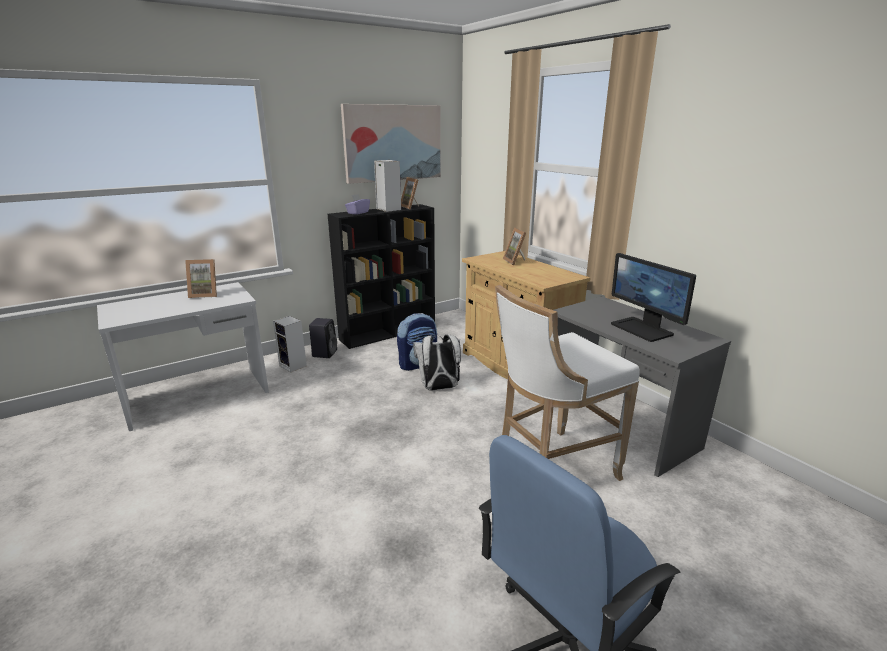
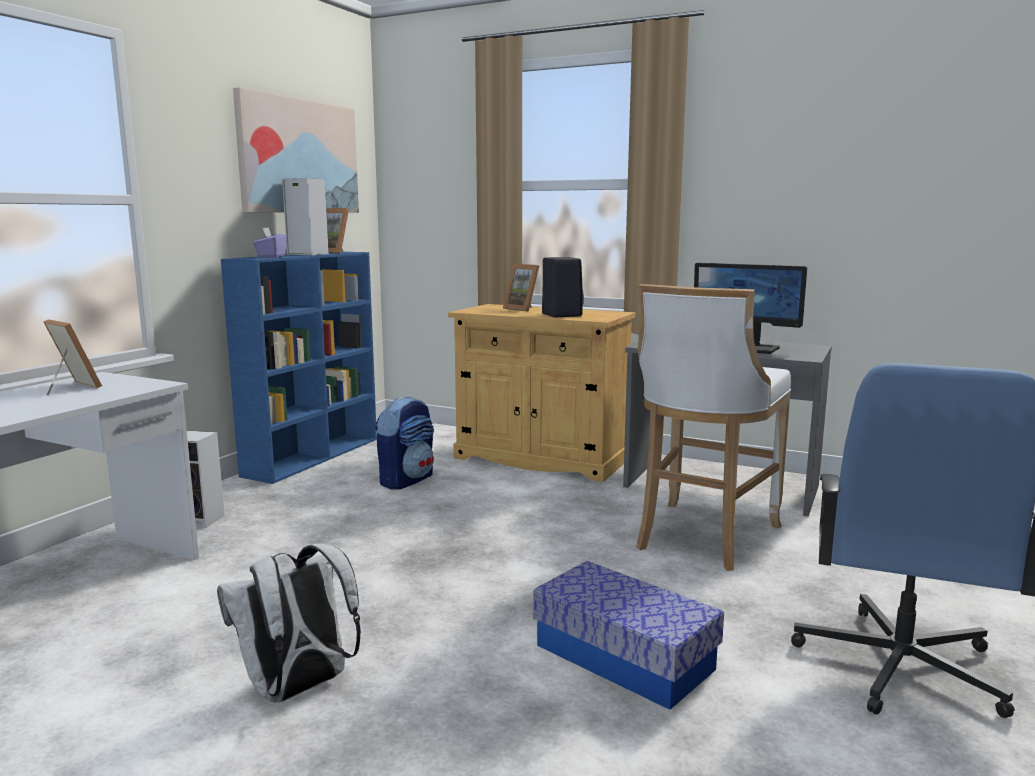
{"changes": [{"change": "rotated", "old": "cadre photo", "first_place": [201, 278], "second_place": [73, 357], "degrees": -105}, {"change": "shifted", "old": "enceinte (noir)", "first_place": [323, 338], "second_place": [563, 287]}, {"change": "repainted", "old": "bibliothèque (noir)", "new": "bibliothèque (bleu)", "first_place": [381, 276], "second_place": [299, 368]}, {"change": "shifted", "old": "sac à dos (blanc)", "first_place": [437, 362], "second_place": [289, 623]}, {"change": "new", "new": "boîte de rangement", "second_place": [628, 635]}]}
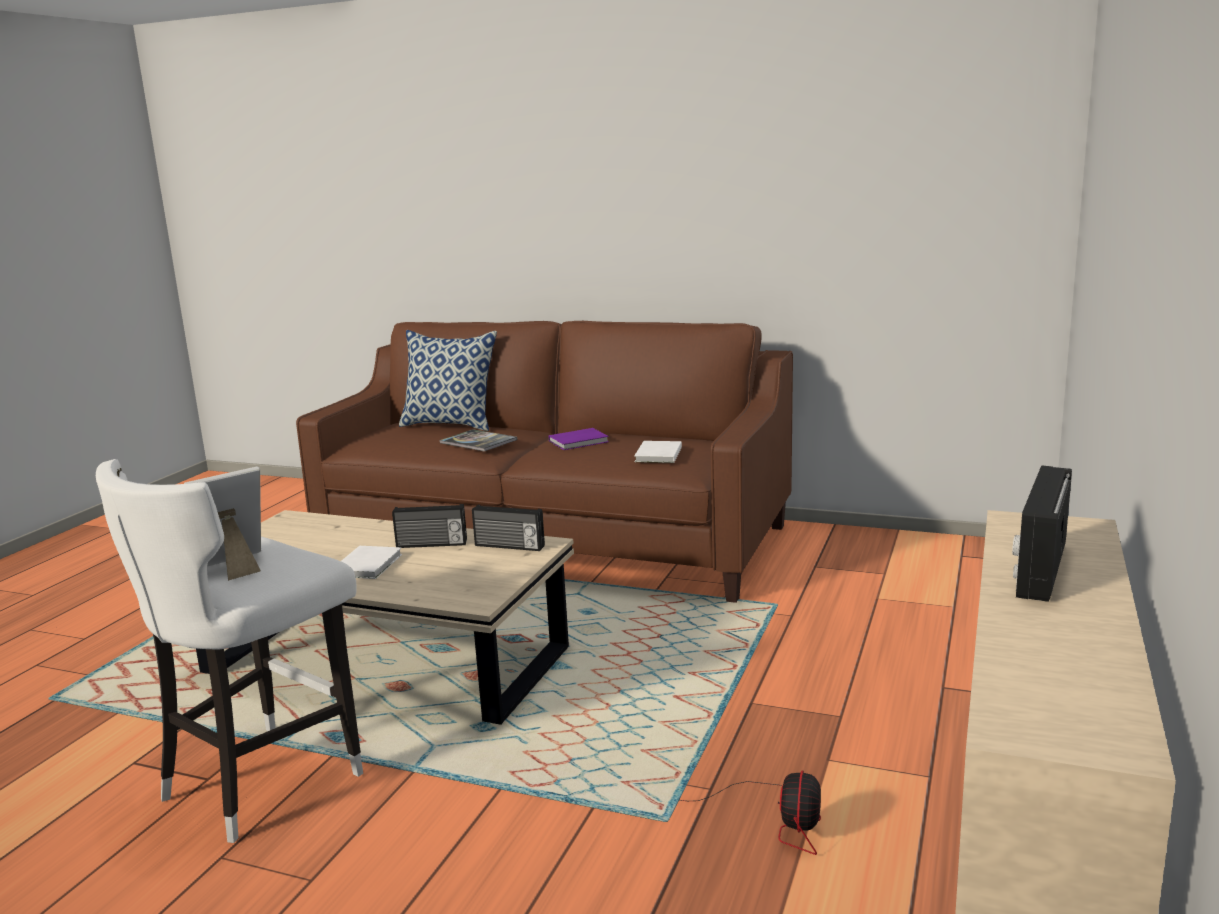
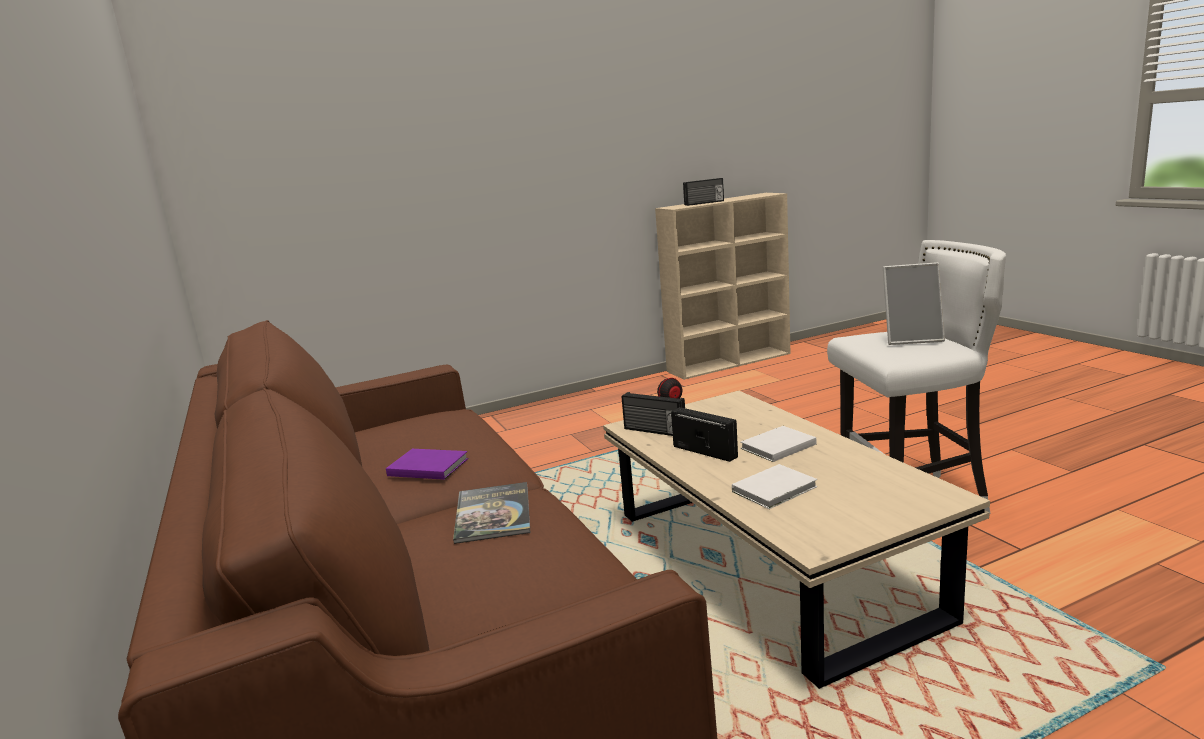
{"changes": [{"change": "gone", "old": "coussin", "first_place": [448, 380]}, {"change": "rotated", "old": "radio", "first_place": [508, 528], "second_place": [653, 414], "degrees": 150}, {"change": "shifted", "old": "livre (blanc)", "first_place": [658, 452], "second_place": [774, 486]}]}
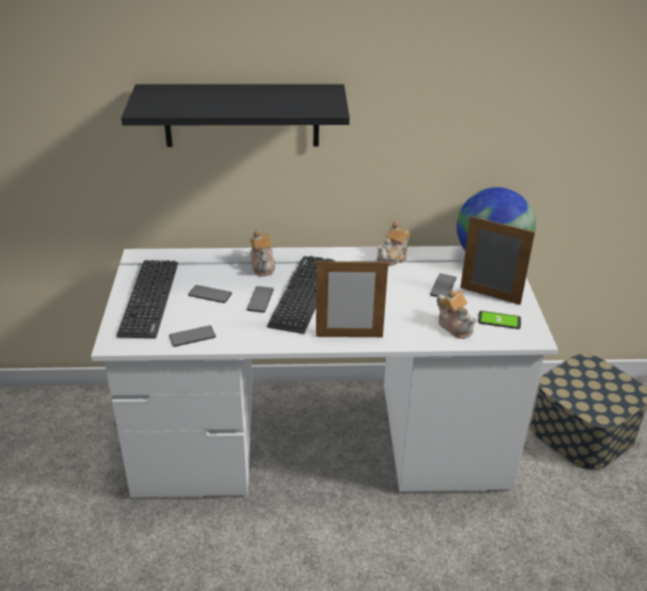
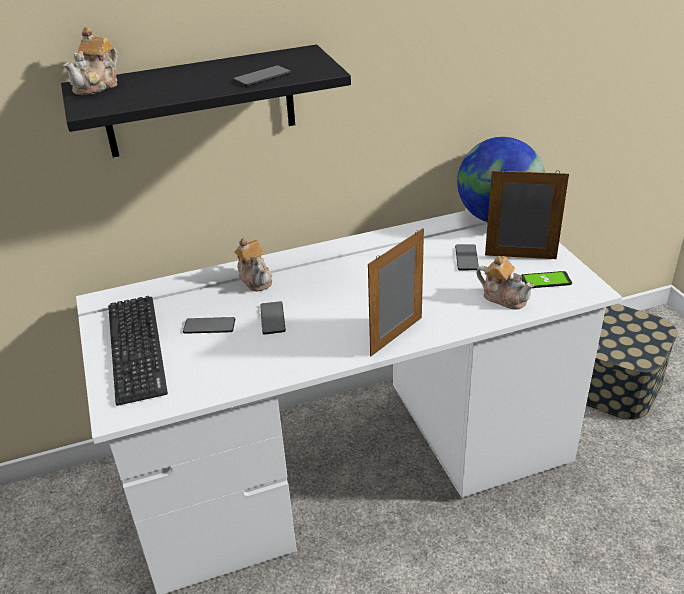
{"changes": [{"change": "shifted", "old": "téléphone", "first_place": [192, 336], "second_place": [262, 76]}, {"change": "gone", "old": "clavier", "first_place": [301, 295]}, {"change": "rotated", "old": "cadre photo", "first_place": [352, 298], "second_place": [396, 292], "degrees": 150}, {"change": "shifted", "old": "théière", "first_place": [393, 244], "second_place": [90, 61]}]}
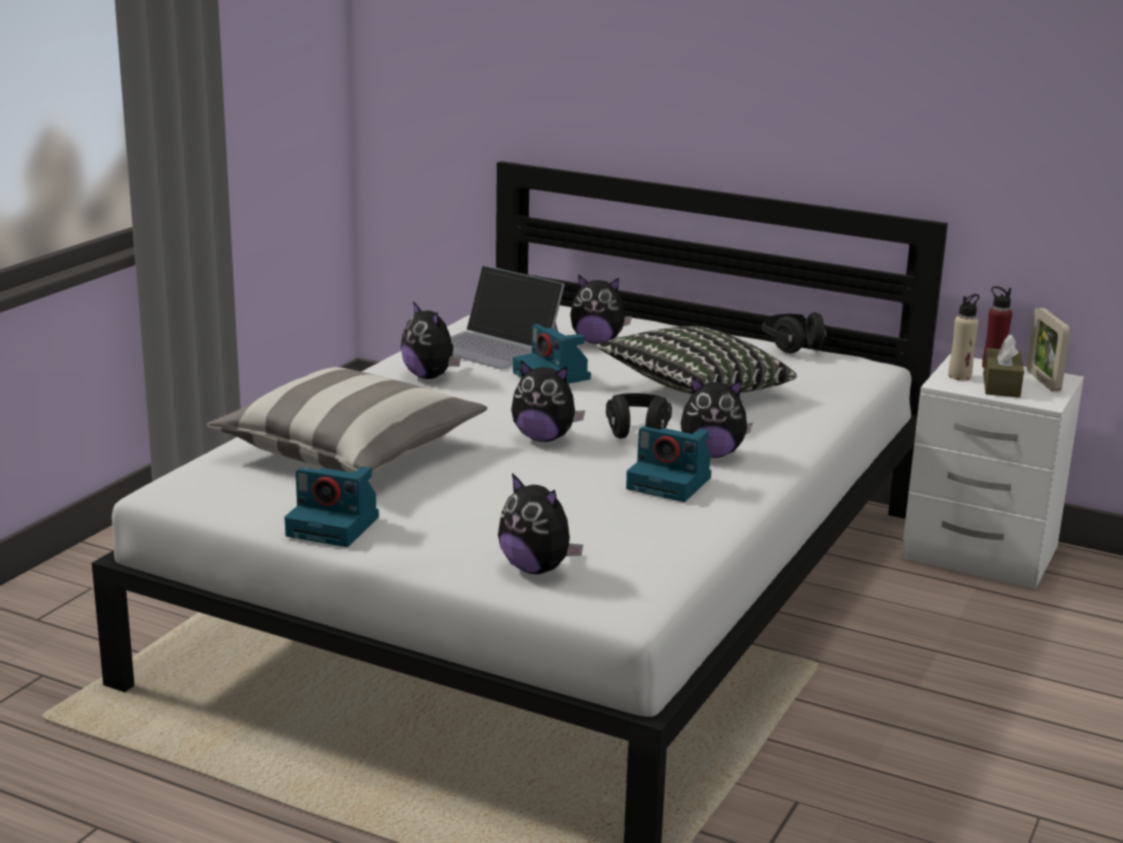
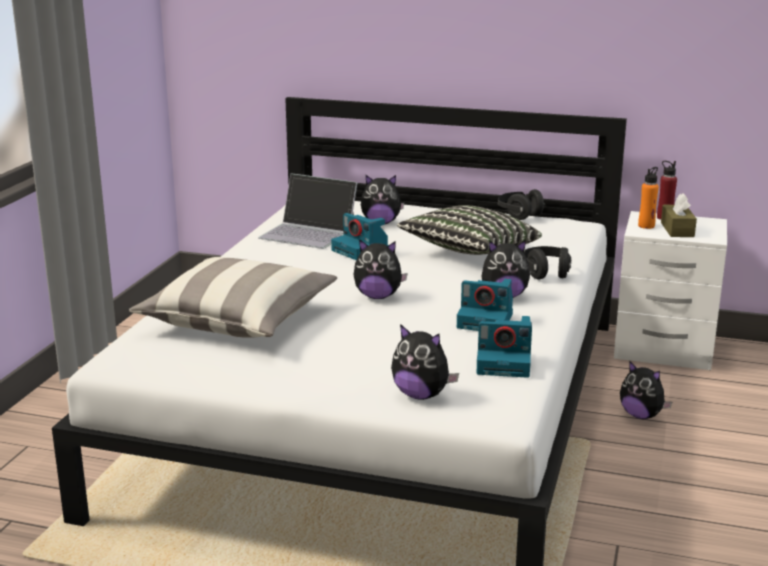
{"changes": [{"change": "shifted", "old": "appareil photo", "first_place": [331, 506], "second_place": [504, 347]}, {"change": "shifted", "old": "peluche", "first_place": [431, 340], "second_place": [646, 390]}, {"change": "shifted", "old": "casque audio (noir)", "first_place": [639, 416], "second_place": [547, 263]}, {"change": "repainted", "old": "bouteille (beige)", "new": "bouteille (orange)", "first_place": [964, 337], "second_place": [648, 198]}, {"change": "gone", "old": "cadre photo", "first_place": [1048, 350]}]}
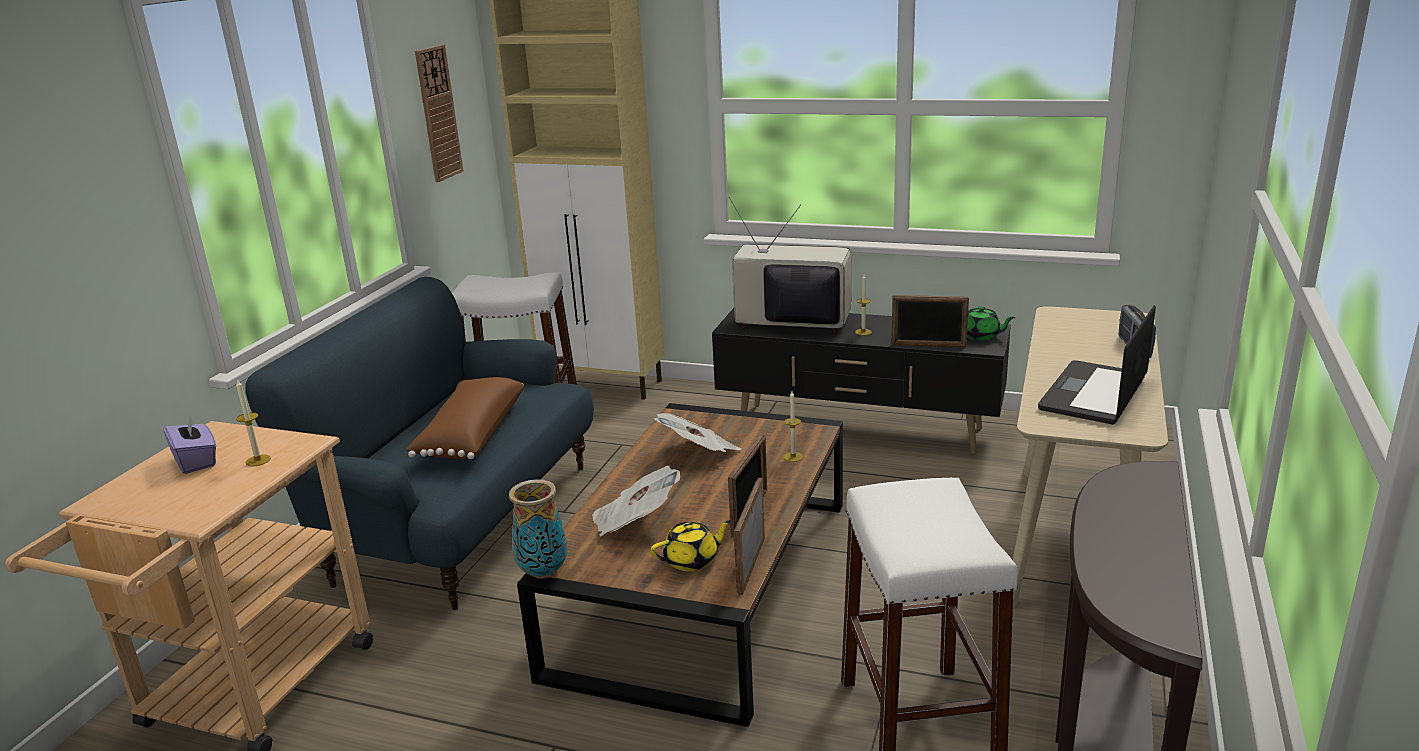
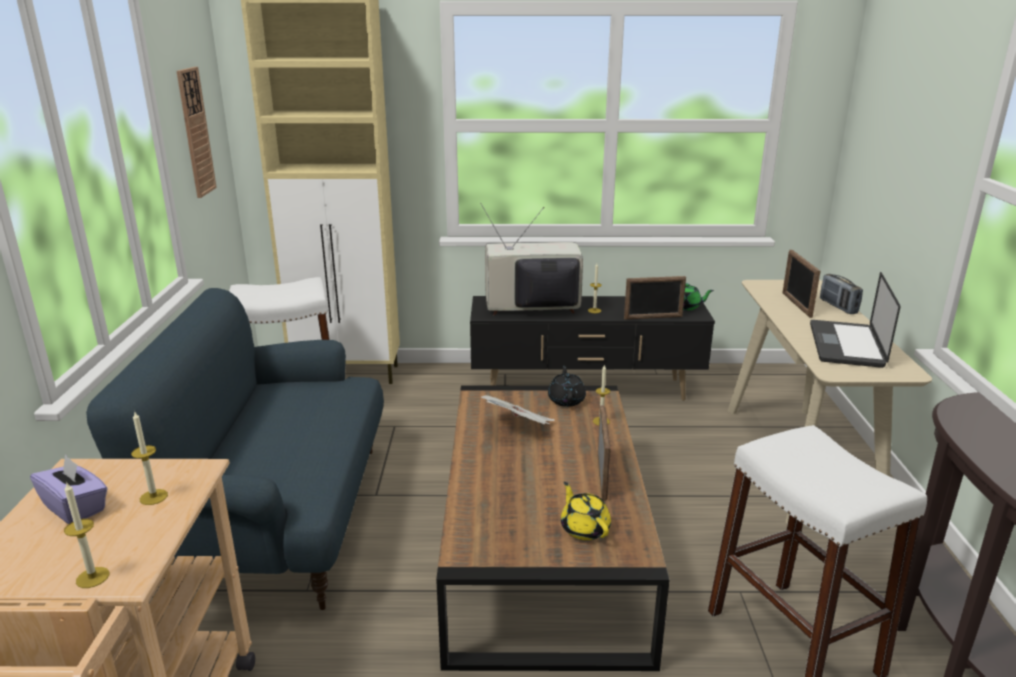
{"changes": [{"change": "gone", "old": "coussin (marron)", "first_place": [465, 418]}, {"change": "gone", "old": "vase", "first_place": [538, 529]}, {"change": "gone", "old": "journal", "first_place": [636, 501]}, {"change": "rotated", "old": "théière (jaune)", "first_place": [691, 545], "second_place": [586, 511], "degrees": -75}, {"change": "shifted", "old": "cadre photo", "first_place": [749, 536], "second_place": [801, 284]}, {"change": "new", "new": "bougie", "second_place": [87, 535]}, {"change": "new", "new": "théière (noir)", "second_place": [567, 386]}]}
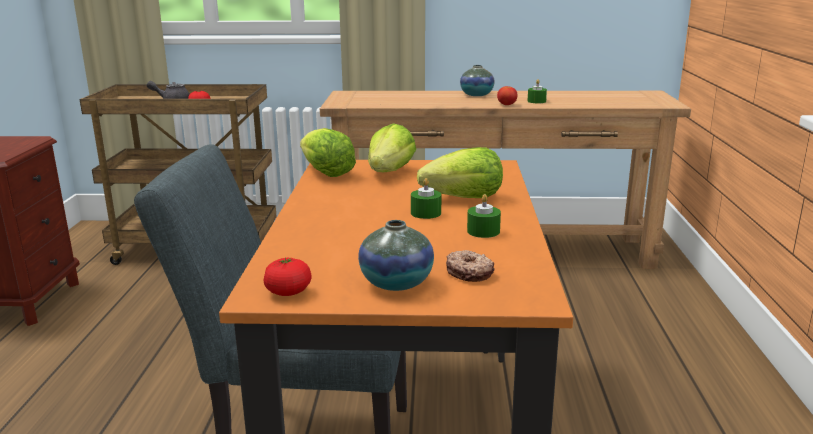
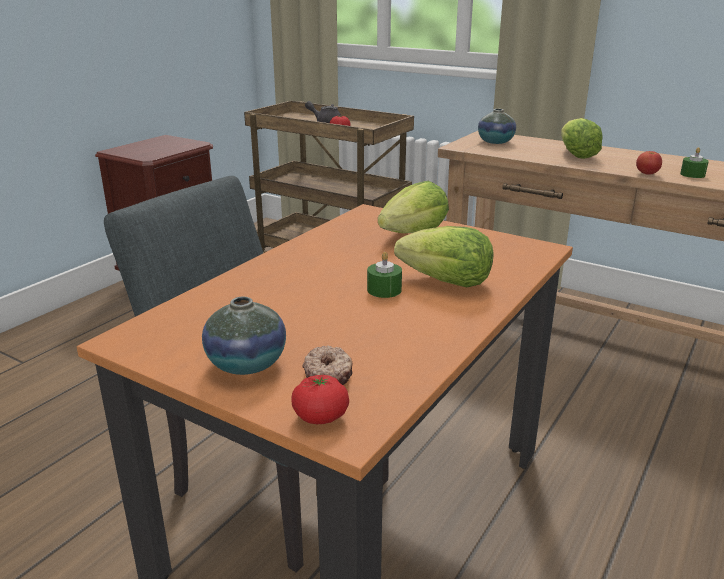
{"changes": [{"change": "shifted", "old": "tomate", "first_place": [288, 277], "second_place": [320, 399]}, {"change": "shifted", "old": "laitue", "first_place": [328, 152], "second_place": [581, 138]}, {"change": "shifted", "old": "vase", "first_place": [477, 80], "second_place": [497, 126]}, {"change": "gone", "old": "bougie (vert)", "first_place": [484, 216]}]}
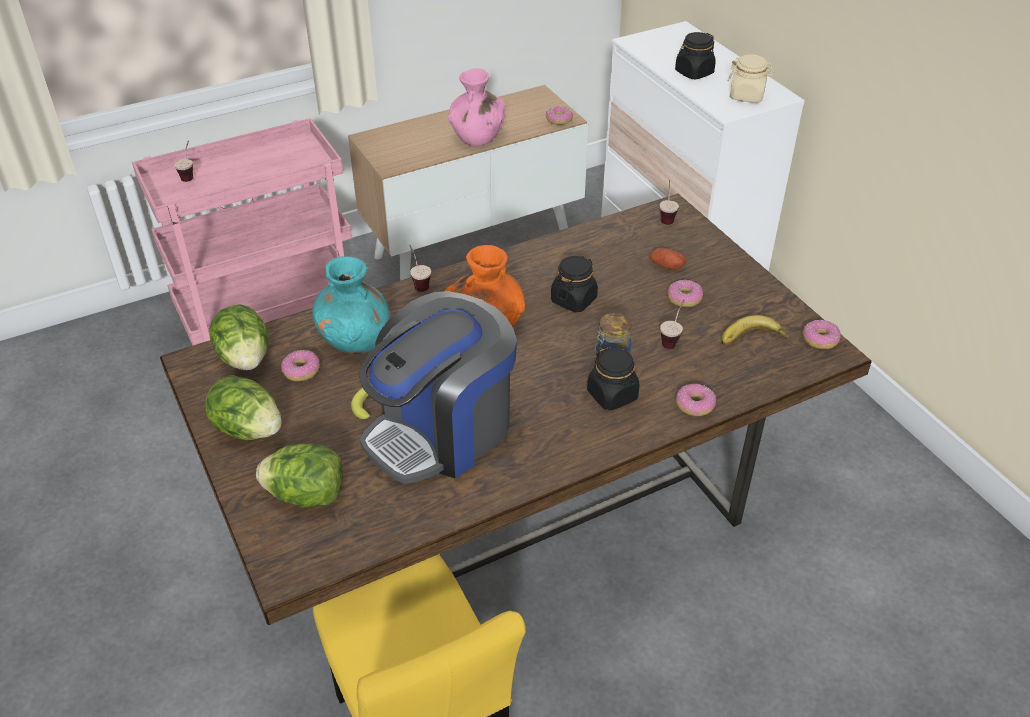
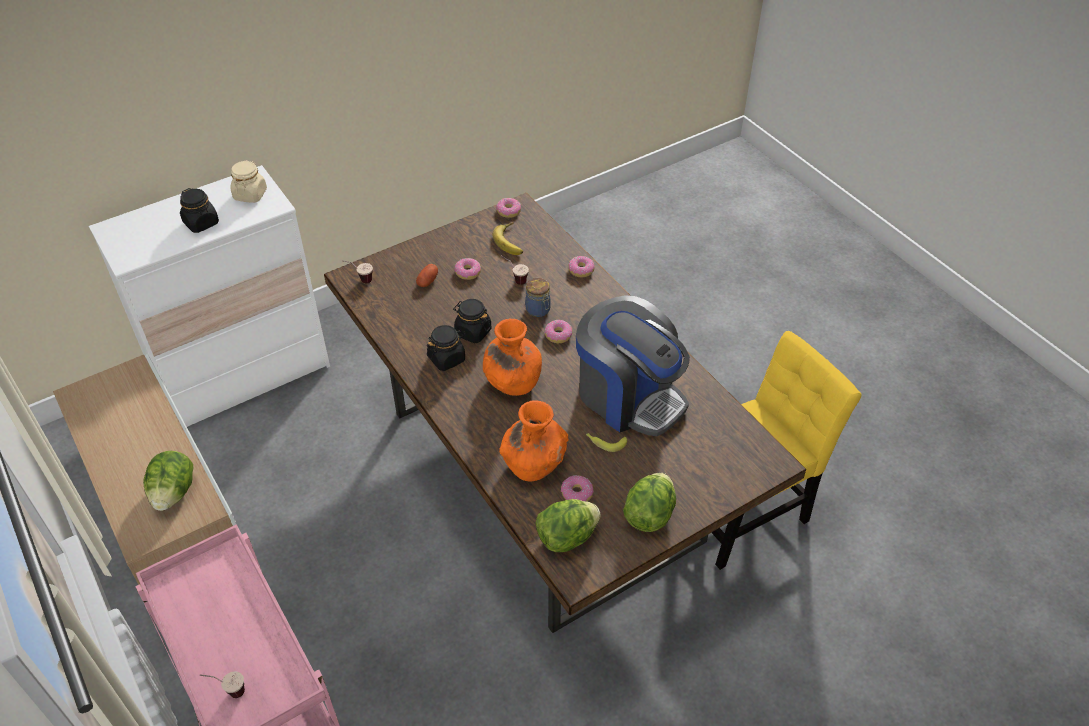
{"changes": [{"change": "shifted", "old": "laitue", "first_place": [299, 475], "second_place": [168, 481]}, {"change": "repainted", "old": "vase (turquoise)", "new": "vase (orange)", "first_place": [351, 304], "second_place": [533, 440]}, {"change": "gone", "old": "tasse", "first_place": [420, 268]}, {"change": "gone", "old": "vase (rose)", "first_place": [476, 107]}, {"change": "shifted", "old": "beignet", "first_place": [559, 115], "second_place": [558, 331]}, {"change": "shifted", "old": "bocal (noir)", "first_place": [613, 378], "second_place": [446, 348]}]}
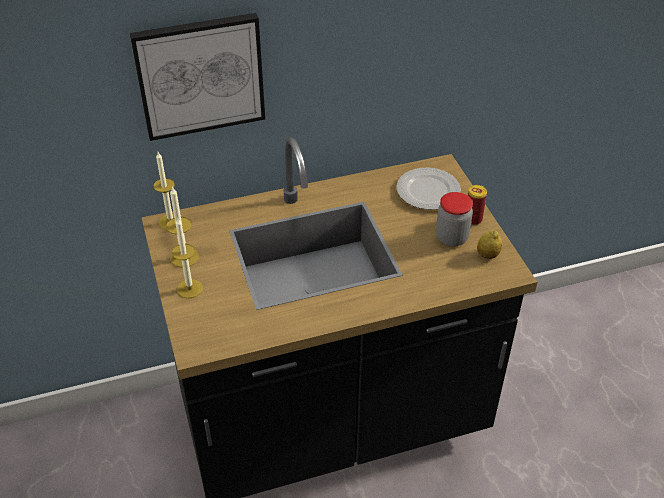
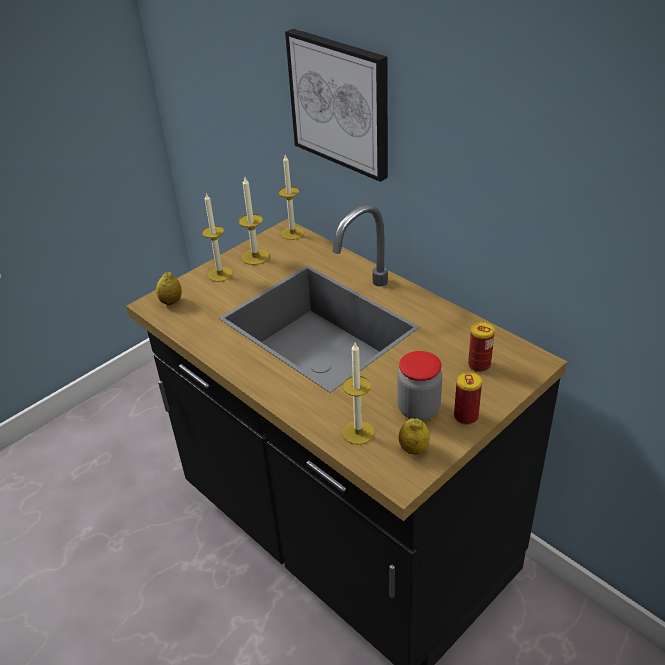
{"changes": [{"change": "swapped", "old": "assiette", "new": "boîte métallique", "first_place": [428, 189], "second_place": [481, 347]}, {"change": "new", "new": "citron", "second_place": [169, 288]}, {"change": "new", "new": "bougie", "second_place": [358, 394]}]}
